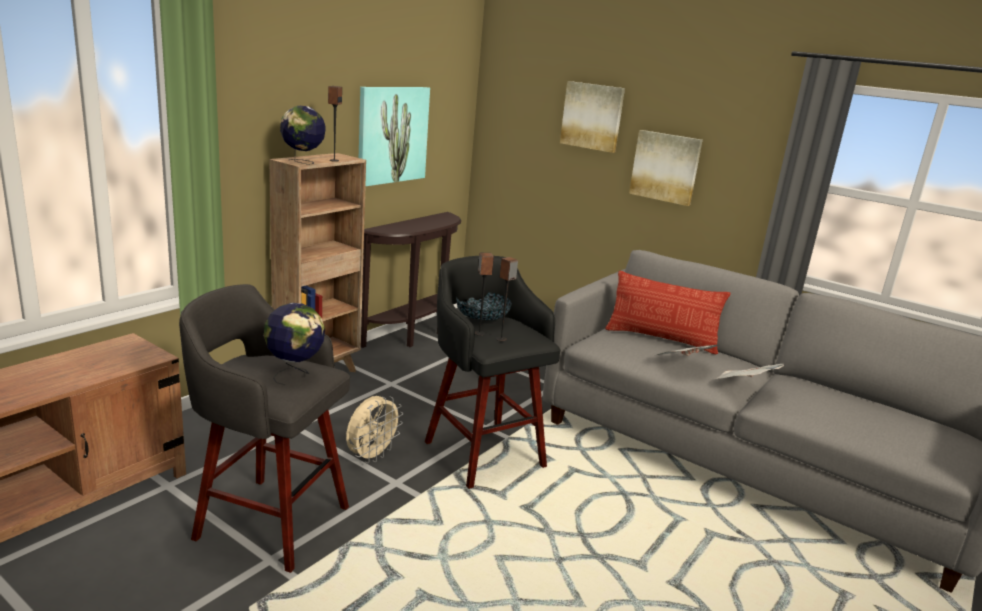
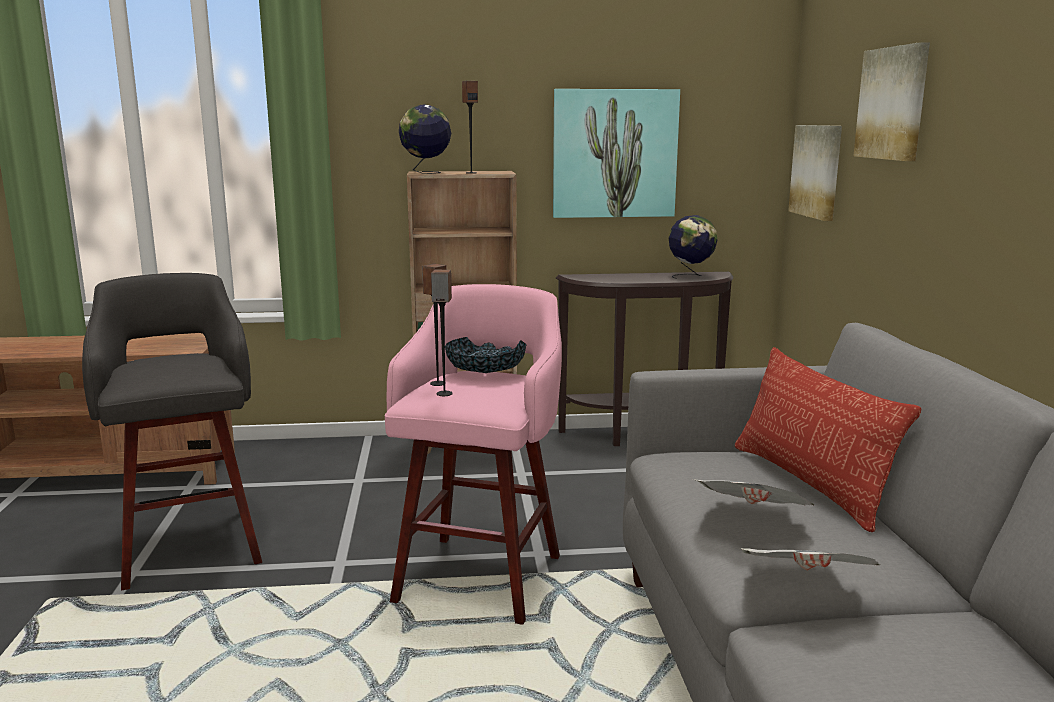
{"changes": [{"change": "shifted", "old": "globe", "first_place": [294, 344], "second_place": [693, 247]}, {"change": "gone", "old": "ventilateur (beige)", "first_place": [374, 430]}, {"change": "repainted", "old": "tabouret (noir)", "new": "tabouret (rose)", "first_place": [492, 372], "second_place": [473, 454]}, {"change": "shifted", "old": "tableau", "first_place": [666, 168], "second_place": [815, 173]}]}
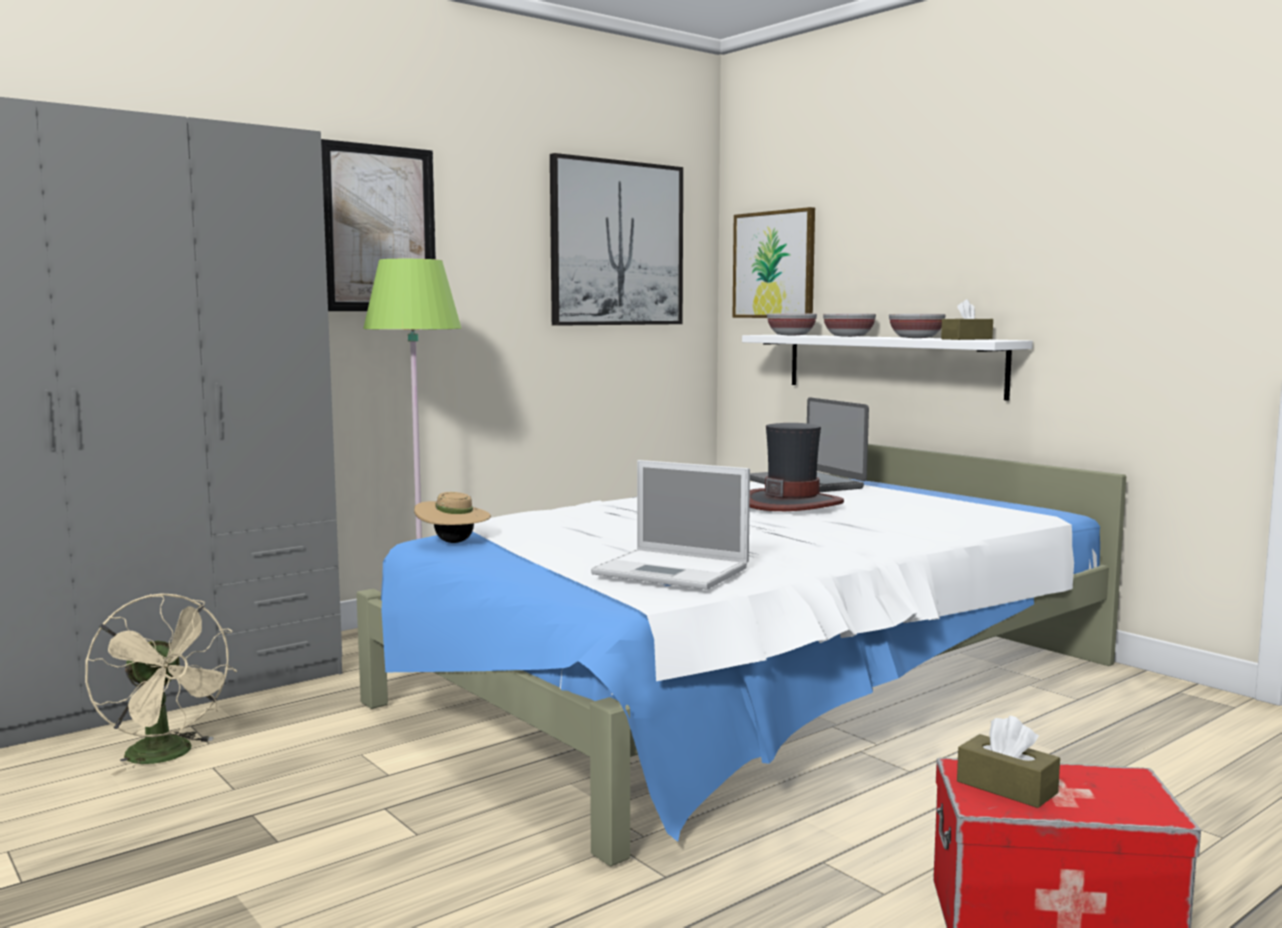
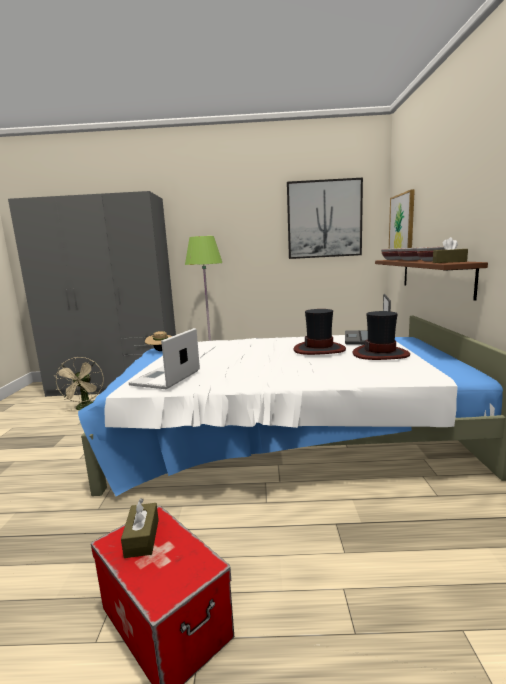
{"changes": [{"change": "gone", "old": "tableau", "first_place": [378, 225]}, {"change": "rotated", "old": "ordinateur portable", "first_place": [670, 525], "second_place": [164, 358], "degrees": 45}, {"change": "repainted", "old": "étagère (blanc)", "new": "étagère (marron)", "first_place": [887, 368], "second_place": [431, 280]}, {"change": "new", "new": "chapeau", "second_place": [381, 335]}]}
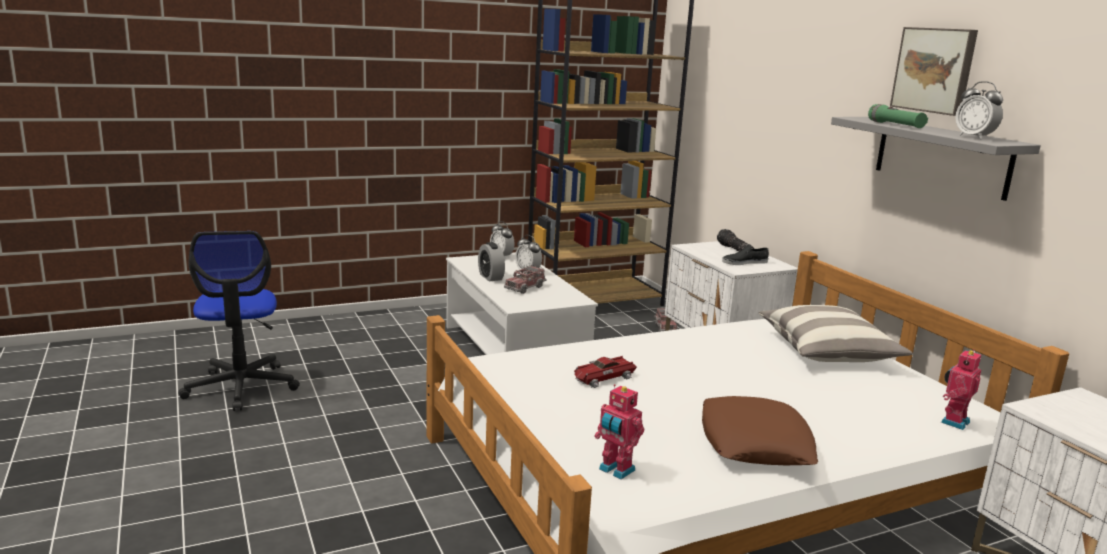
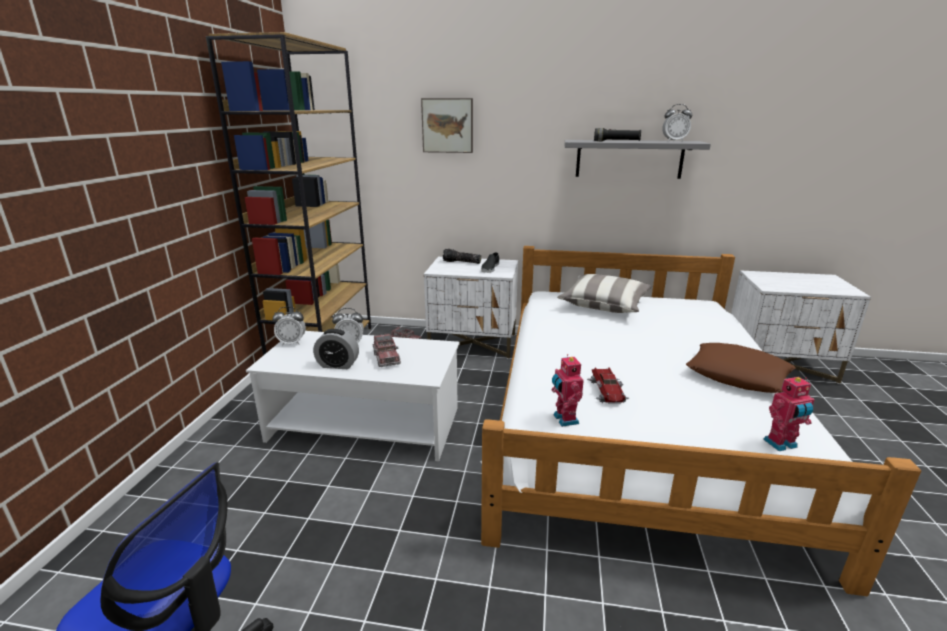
{"changes": [{"change": "repainted", "old": "lampe de poche (vert)", "new": "lampe de poche (noir)", "first_place": [898, 116], "second_place": [617, 134]}, {"change": "shifted", "old": "tableau", "first_place": [934, 71], "second_place": [447, 125]}, {"change": "shifted", "old": "robot jouet", "first_place": [961, 389], "second_place": [568, 390]}]}
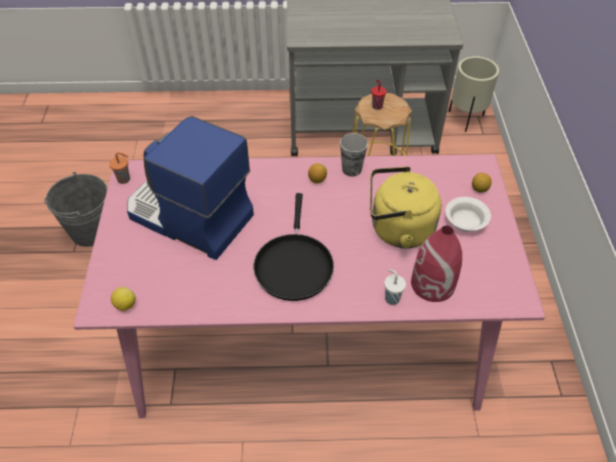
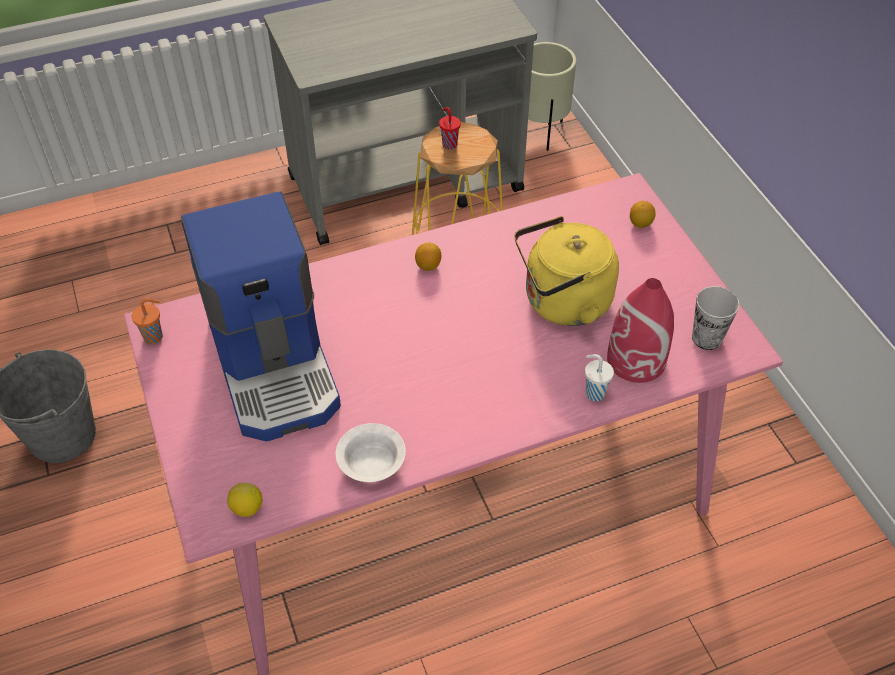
{"changes": [{"change": "rotated", "old": "machine à café", "first_place": [190, 188], "second_place": [261, 316], "degrees": -120}, {"change": "gone", "old": "poêle (noir)", "first_place": [294, 247]}, {"change": "shifted", "old": "tasse", "first_place": [354, 155], "second_place": [716, 318]}, {"change": "shifted", "old": "bol (blanc)", "first_place": [468, 214], "second_place": [371, 452]}]}
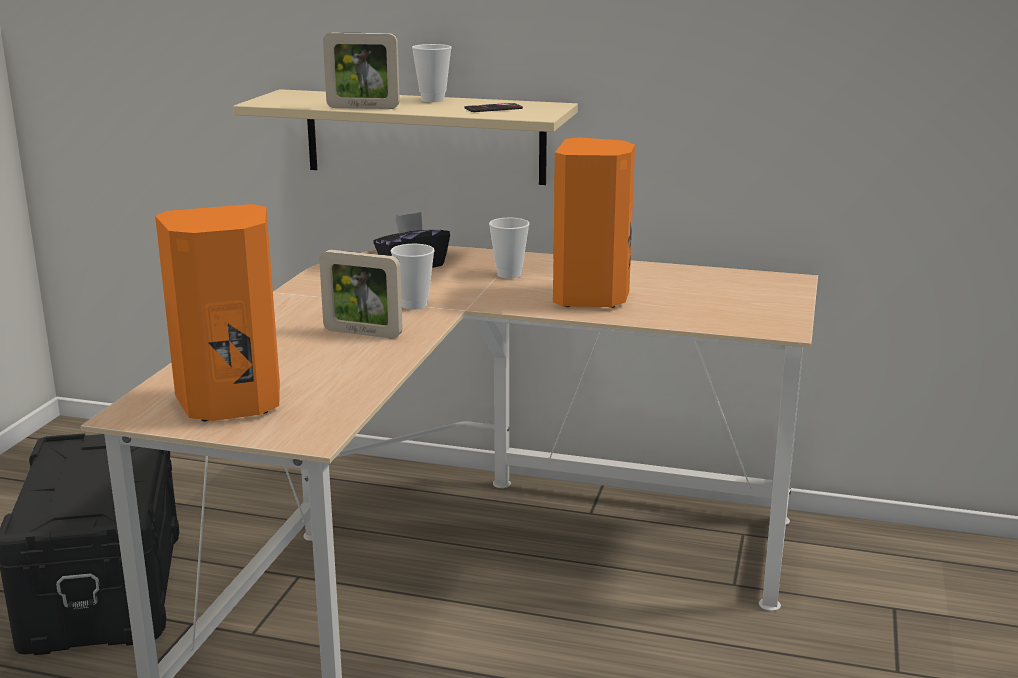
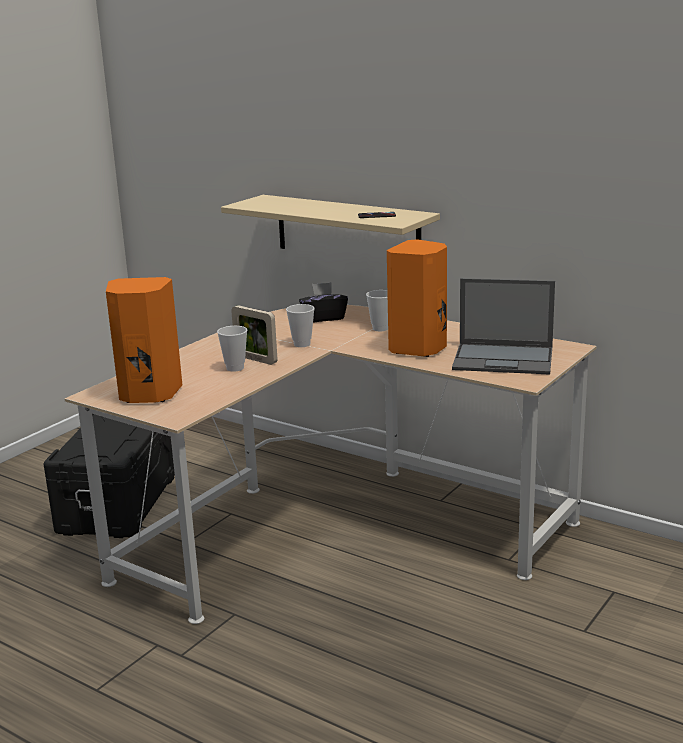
{"changes": [{"change": "gone", "old": "cadre photo", "first_place": [361, 71]}, {"change": "shifted", "old": "tasse", "first_place": [432, 73], "second_place": [232, 349]}, {"change": "new", "new": "ordinateur portable", "second_place": [503, 326]}]}
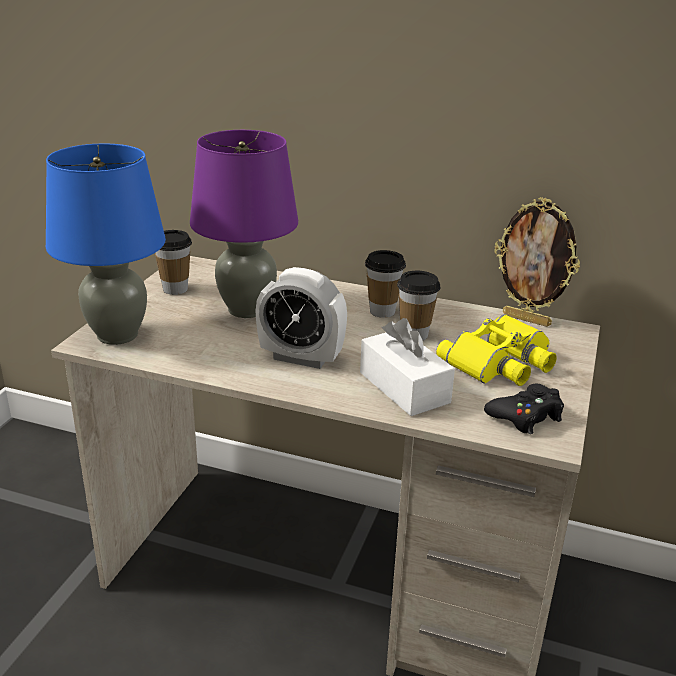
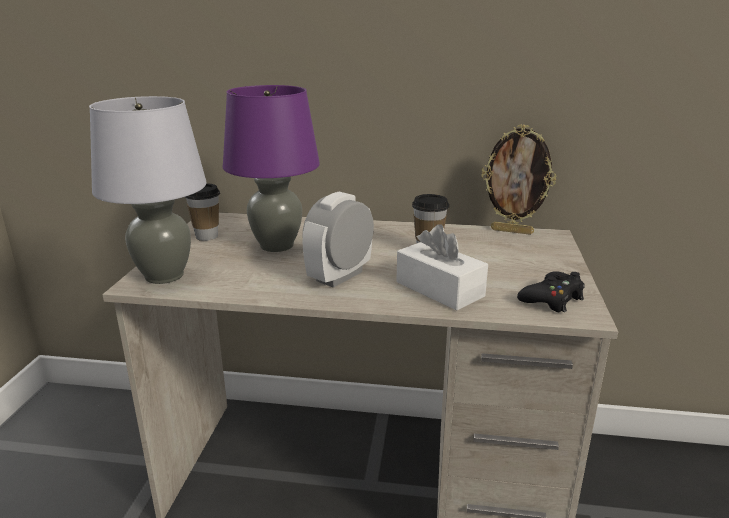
{"changes": [{"change": "repainted", "old": "lampe de table (bleu)", "new": "lampe de table (gris)", "first_place": [106, 244], "second_place": [147, 190]}, {"change": "rotated", "old": "réveil", "first_place": [301, 318], "second_place": [338, 240], "degrees": 120}, {"change": "gone", "old": "tasse", "first_place": [385, 284]}, {"change": "gone", "old": "jumelles (jaune)", "first_place": [496, 350]}]}
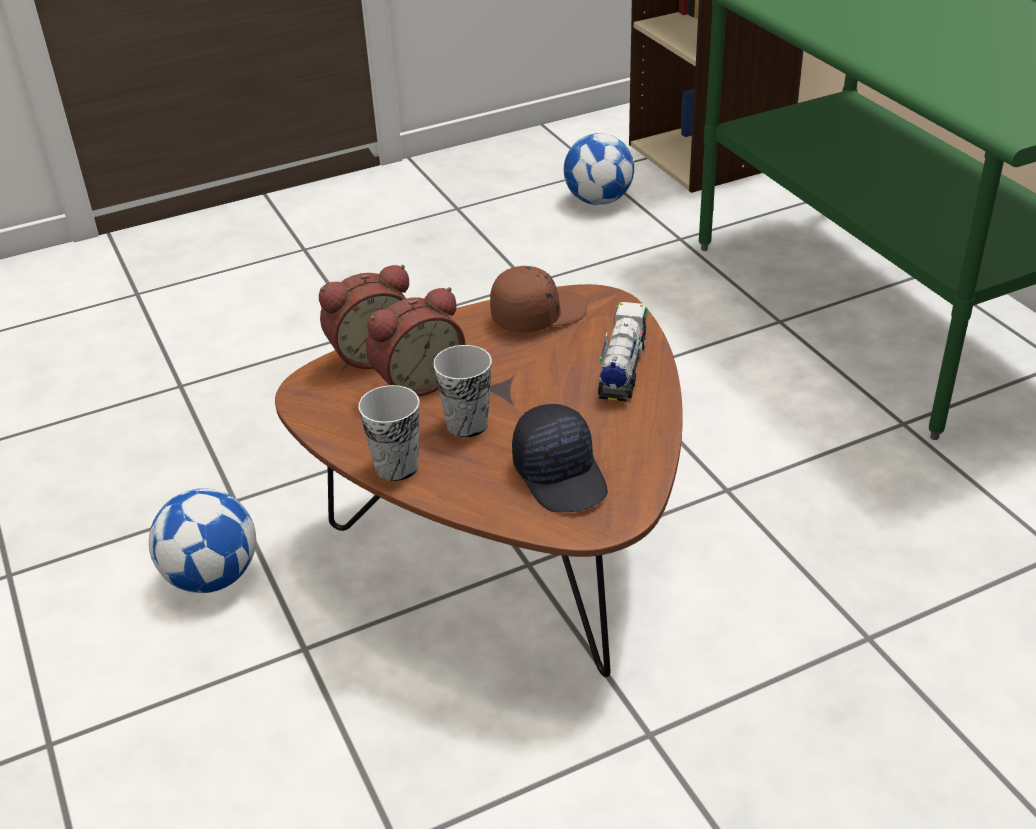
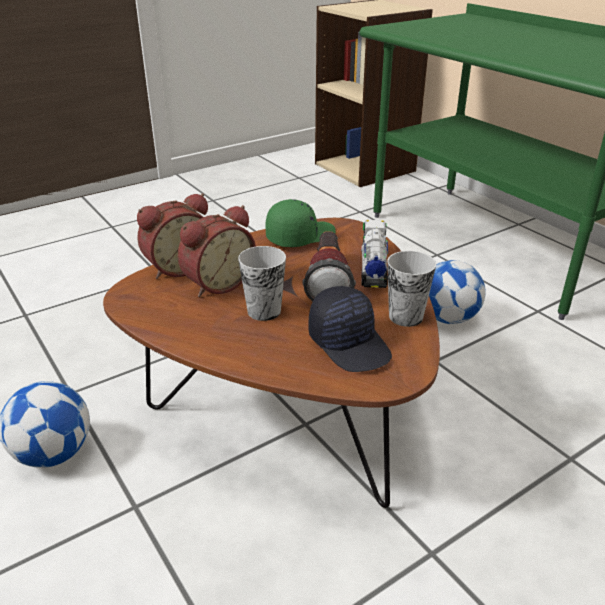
{"changes": [{"change": "shifted", "old": "tasse", "first_place": [388, 433], "second_place": [411, 289]}, {"change": "repainted", "old": "casquette (marron)", "new": "casquette (vert)", "first_place": [539, 299], "second_place": [300, 223]}, {"change": "shifted", "old": "ballon de foot", "first_place": [599, 169], "second_place": [457, 292]}, {"change": "new", "new": "lampe de poche", "second_place": [329, 266]}]}
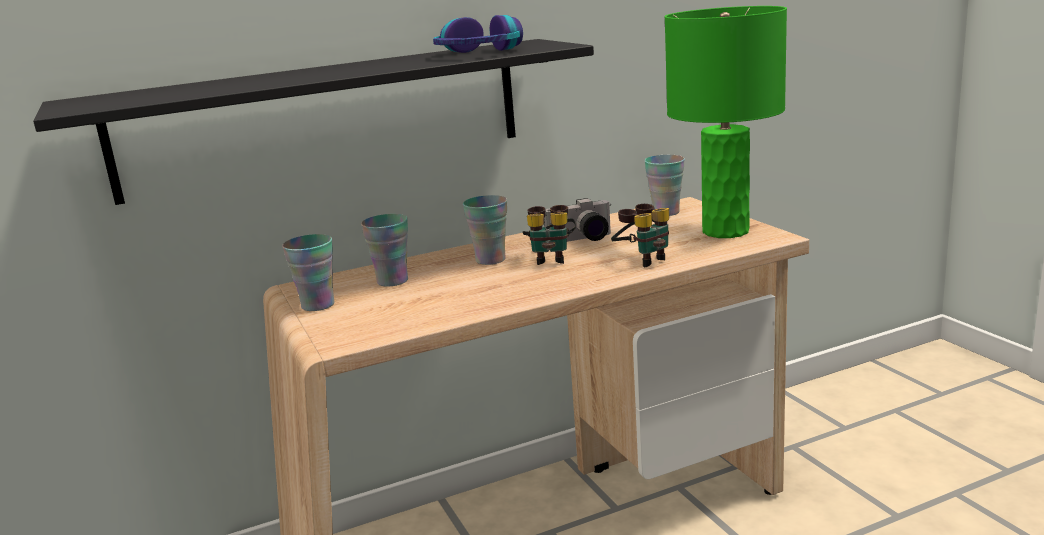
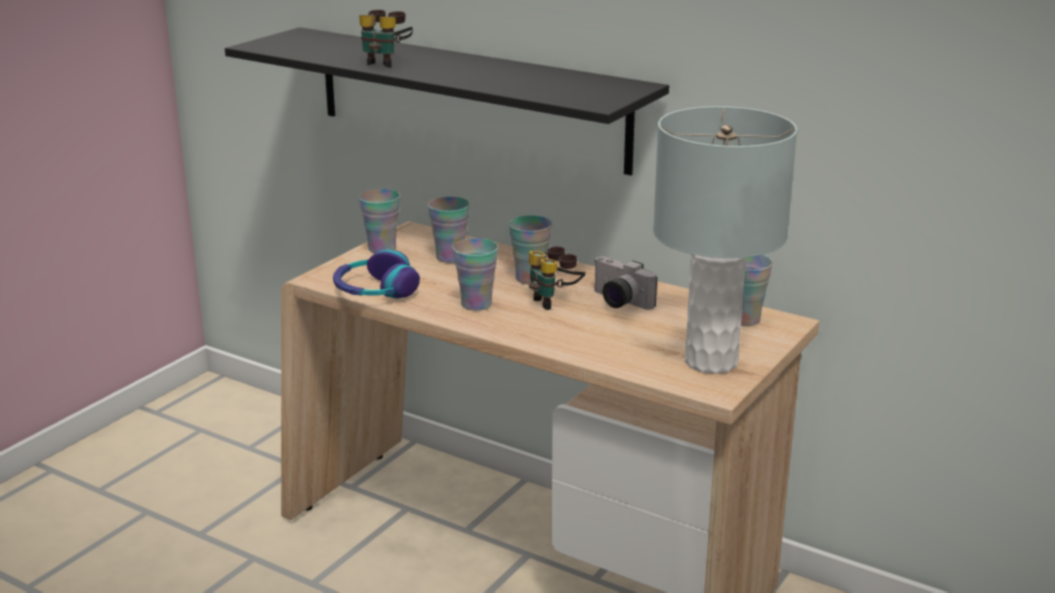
{"changes": [{"change": "shifted", "old": "casque audio", "first_place": [478, 34], "second_place": [376, 274]}, {"change": "shifted", "old": "jumelles", "first_place": [640, 235], "second_place": [386, 39]}, {"change": "repainted", "old": "lampe de table (vert)", "new": "lampe de table (gris)", "first_place": [725, 122], "second_place": [725, 240]}, {"change": "new", "new": "tasse", "second_place": [475, 274]}]}
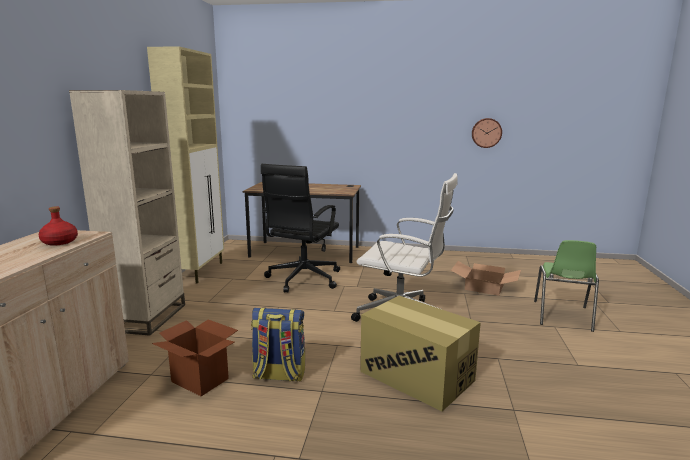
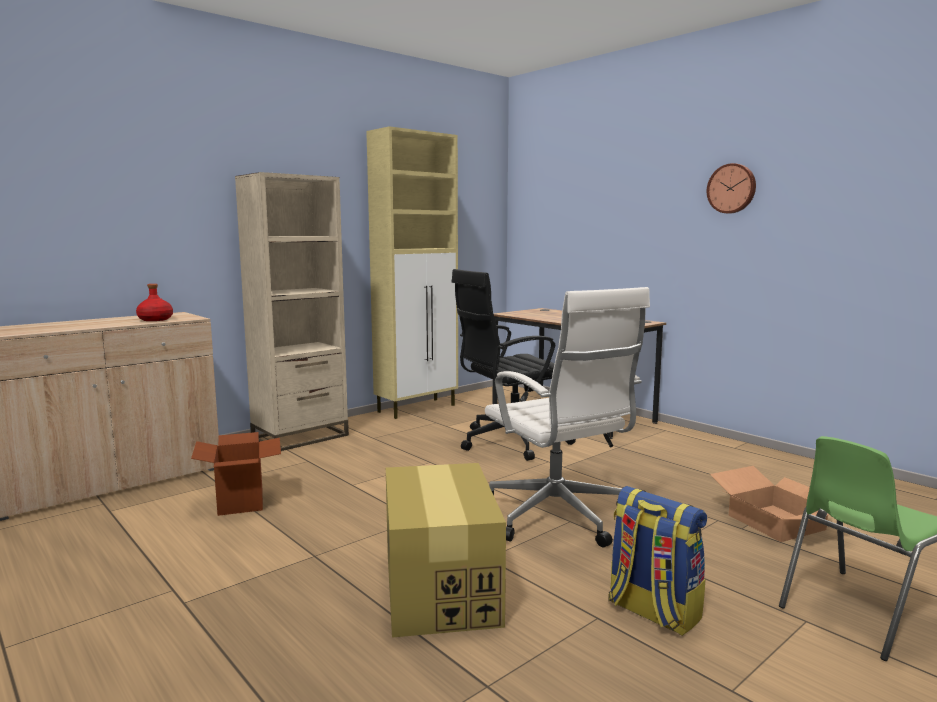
{"changes": [{"change": "shifted", "old": "sac à dos", "first_place": [278, 345], "second_place": [658, 561]}, {"change": "shifted", "old": "horloge murale", "first_place": [487, 133], "second_place": [731, 188]}]}
